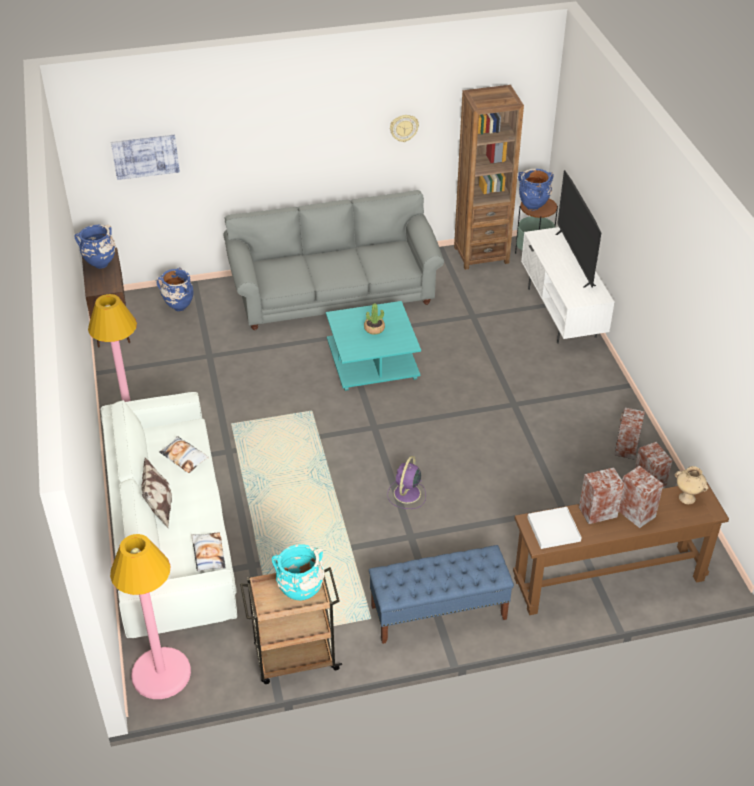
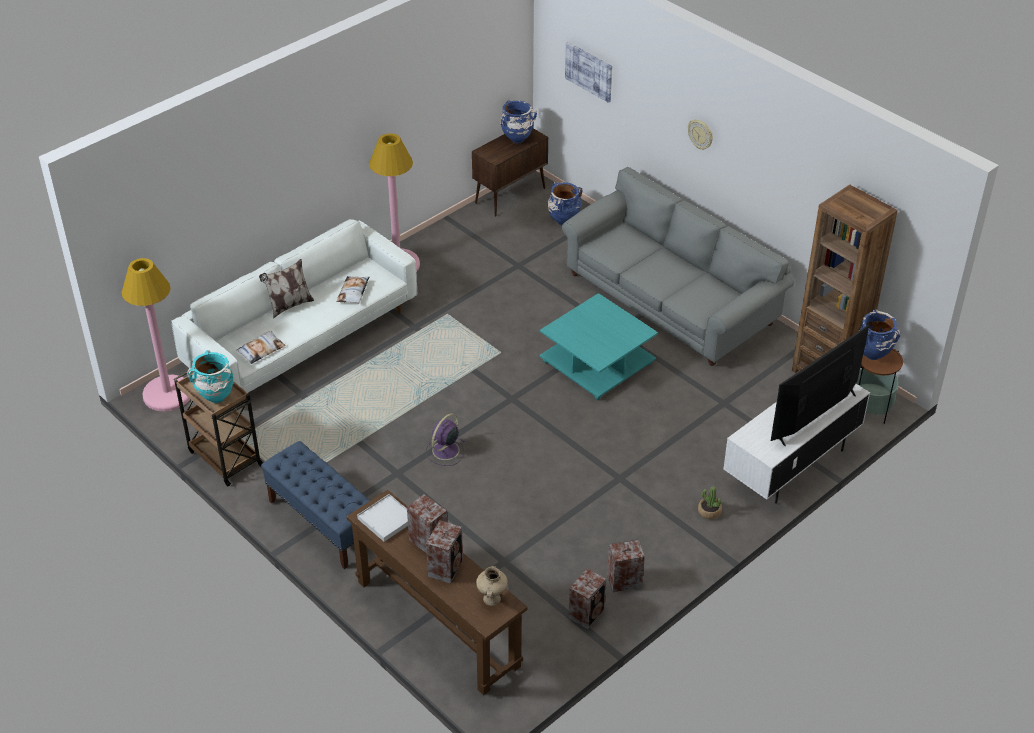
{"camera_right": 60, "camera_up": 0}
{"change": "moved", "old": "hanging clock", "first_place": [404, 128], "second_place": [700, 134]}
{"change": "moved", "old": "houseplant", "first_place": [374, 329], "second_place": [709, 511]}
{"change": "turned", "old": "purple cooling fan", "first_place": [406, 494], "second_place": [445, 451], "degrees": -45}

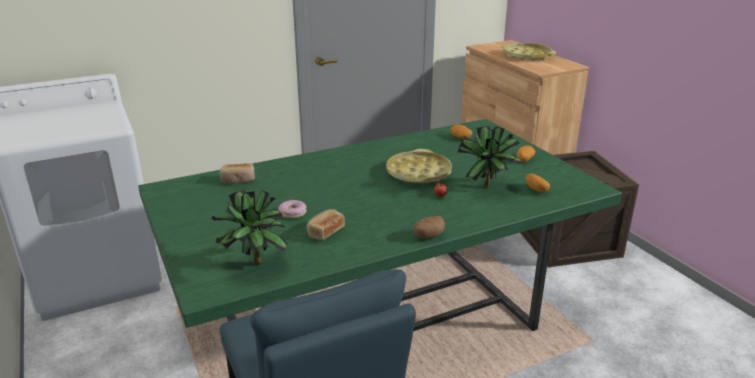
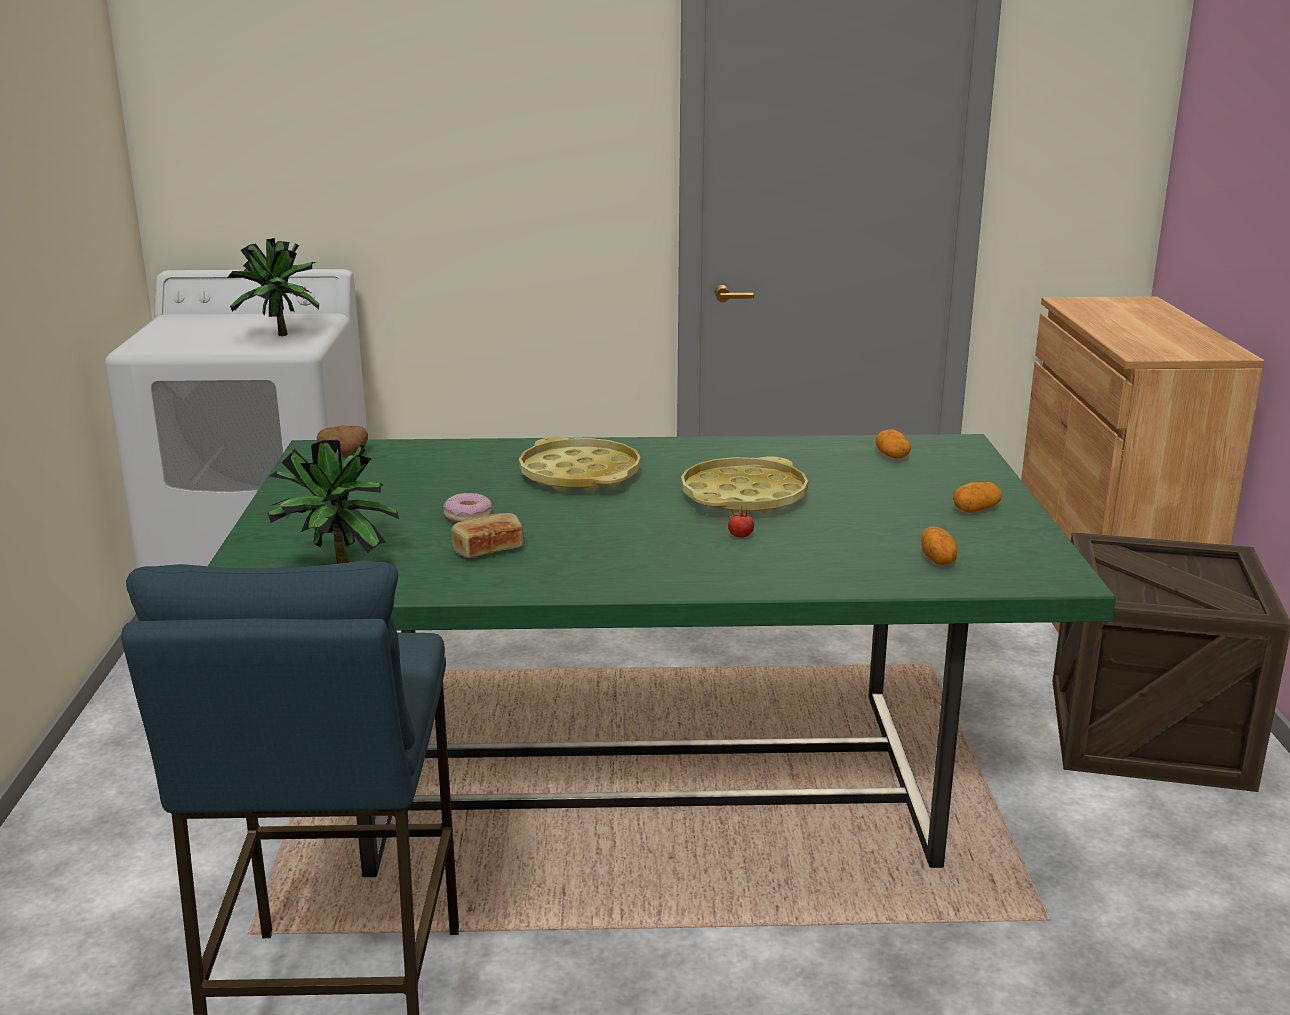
{"camera_right": 25, "camera_up": -5}
{"change": "moved", "old": "yellowish carrying tray", "first_place": [527, 56], "second_place": [580, 475]}
{"change": "moved", "old": "houseplant", "first_place": [488, 189], "second_place": [280, 336]}
{"change": "removed", "old": "baked bread", "first_place": [238, 180]}
{"change": "moved", "old": "whole potato", "first_place": [428, 236], "second_place": [343, 454]}

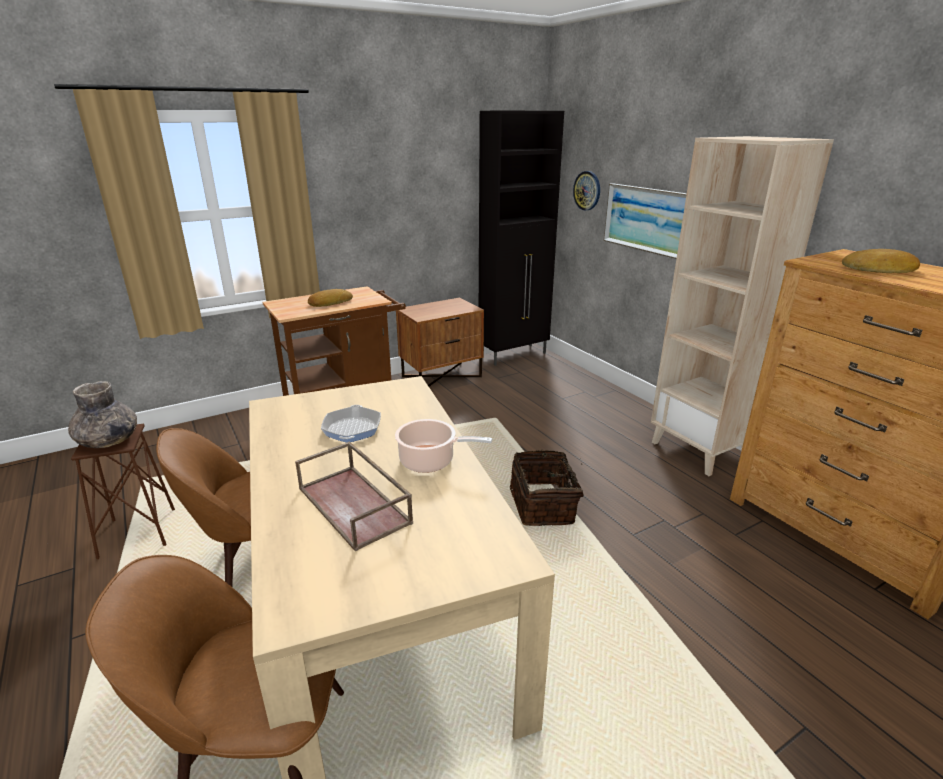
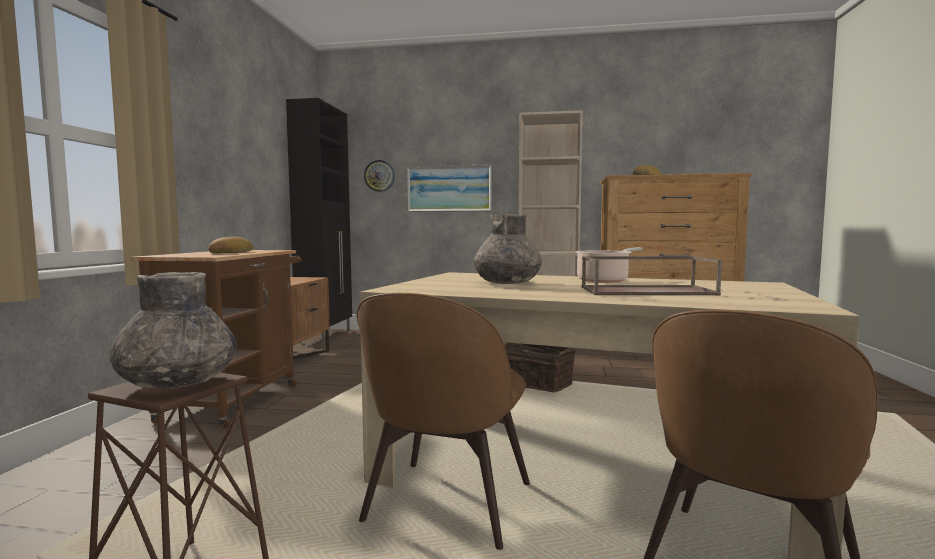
{"camera_right": -50, "camera_up": -20}
{"change": "replaced", "old": "pan", "new": "grey flower vase", "first_place": [352, 429], "second_place": [508, 283]}

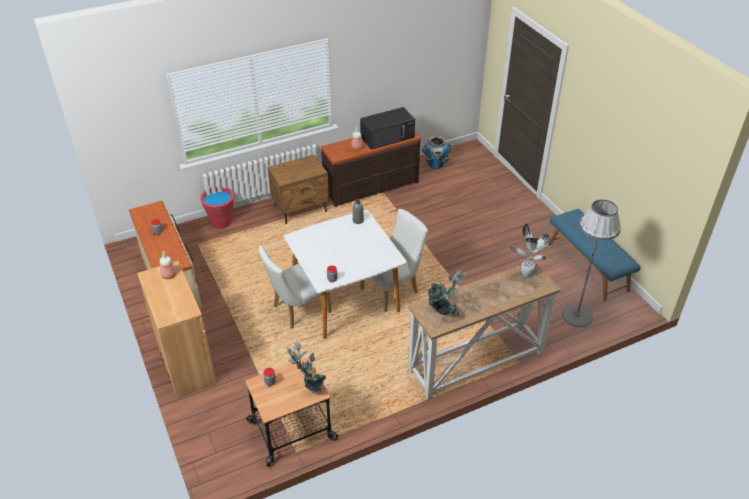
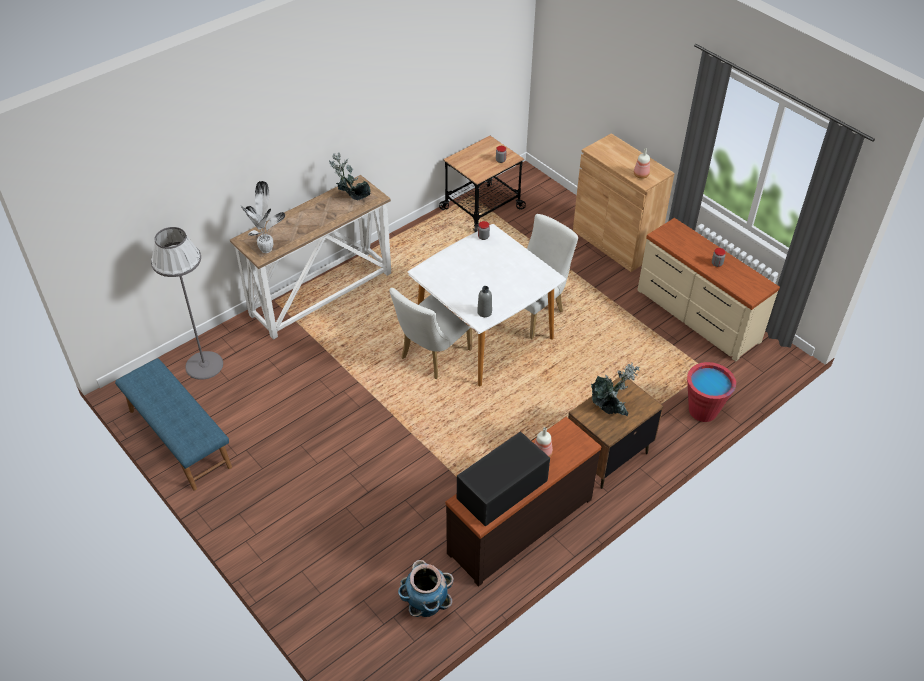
{"camera_right": 165, "camera_up": 5}
{"change": "moved", "old": "houseplant", "first_place": [309, 384], "second_place": [610, 408]}

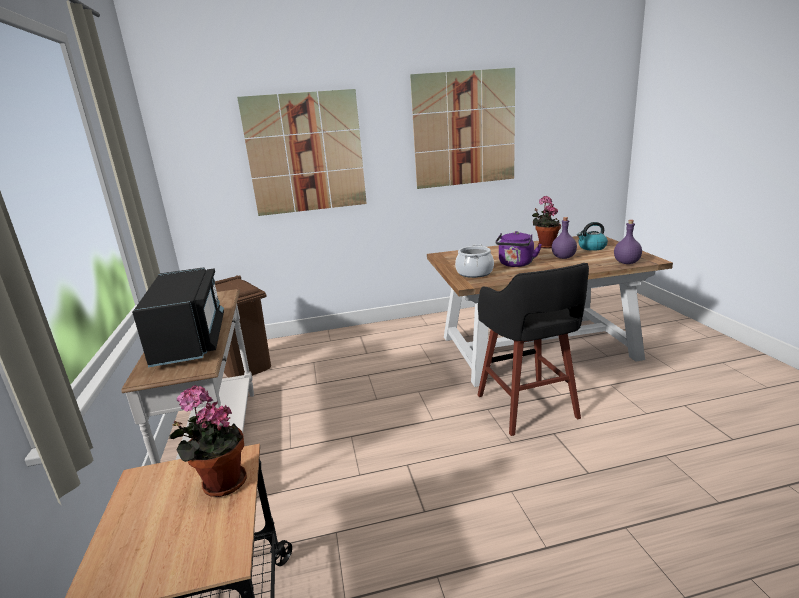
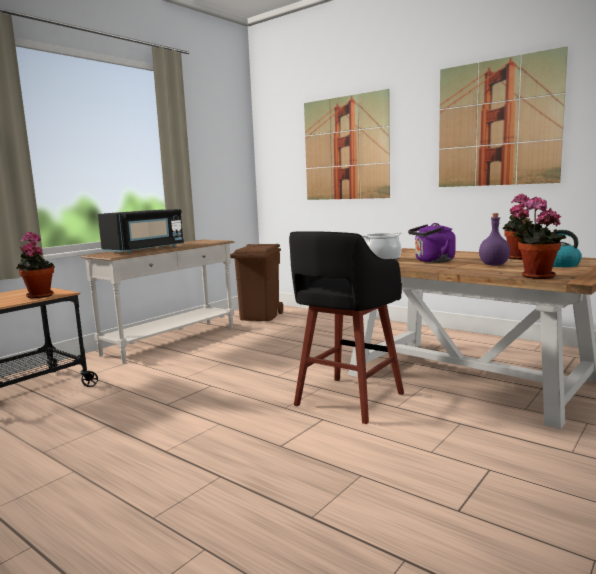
{"camera_right": 50, "camera_up": -10}
{"change": "replaced", "old": "purple drink bottle", "new": "houseplant", "first_place": [626, 263], "second_place": [535, 277]}

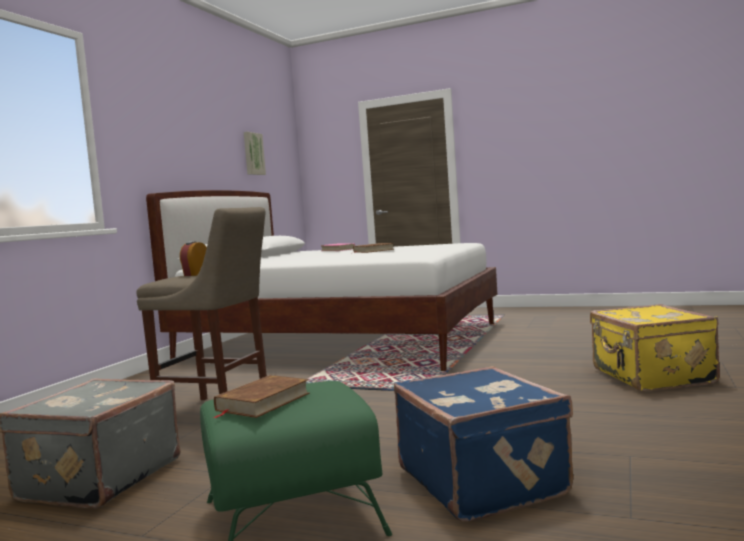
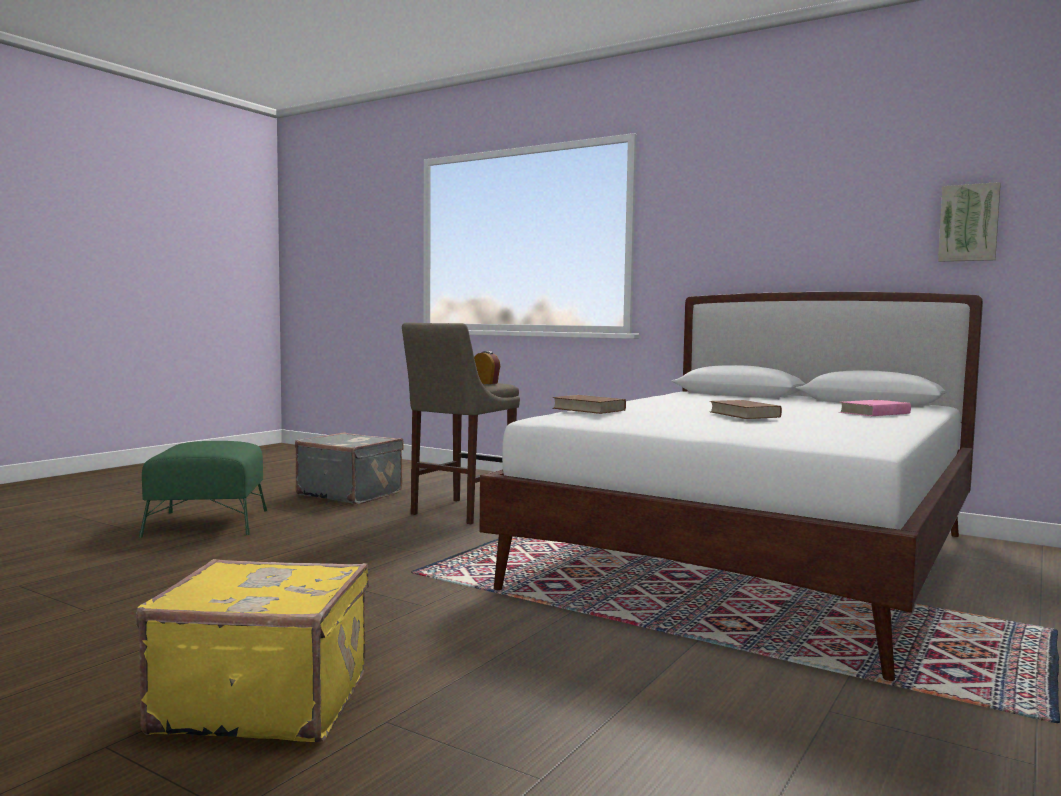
{"camera_right": 100, "camera_up": 0}
{"change": "removed", "old": "blue-coloured suitcase", "first_place": [483, 481]}
{"change": "moved", "old": "brownish book", "first_place": [262, 402], "second_place": [588, 409]}

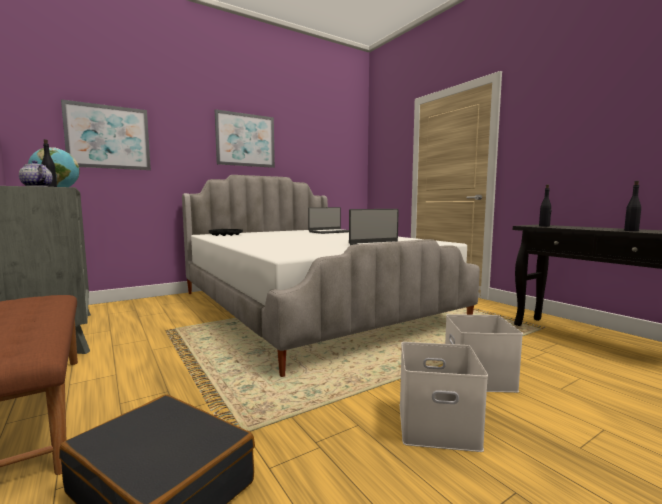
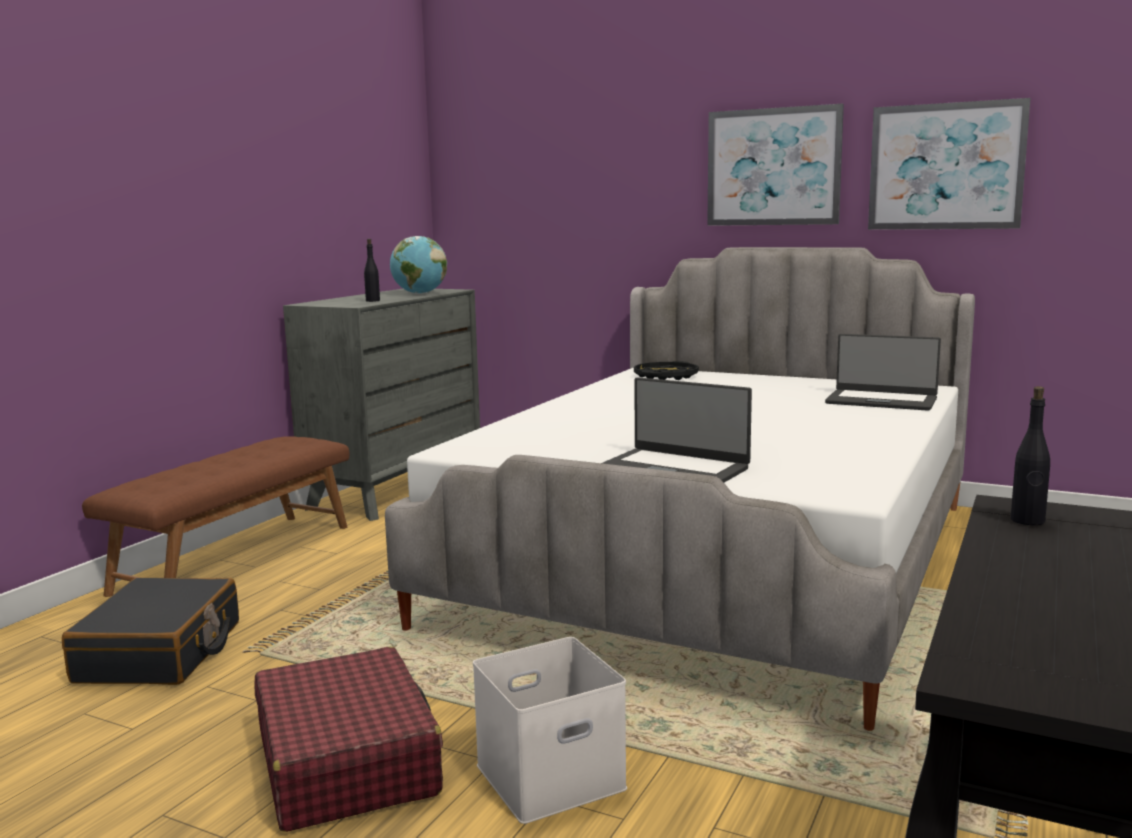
{"camera_right": 60, "camera_up": 5}
{"change": "moved", "old": "picture", "first_place": [108, 137], "second_place": [946, 166]}
{"change": "removed", "old": "tea pot", "first_place": [36, 186]}
{"change": "removed", "old": "black-coloured drink bottle", "first_place": [631, 230]}
{"change": "replaced", "old": "whitish storage bin", "new": "reddish suitcase", "first_place": [435, 426], "second_place": [347, 762]}

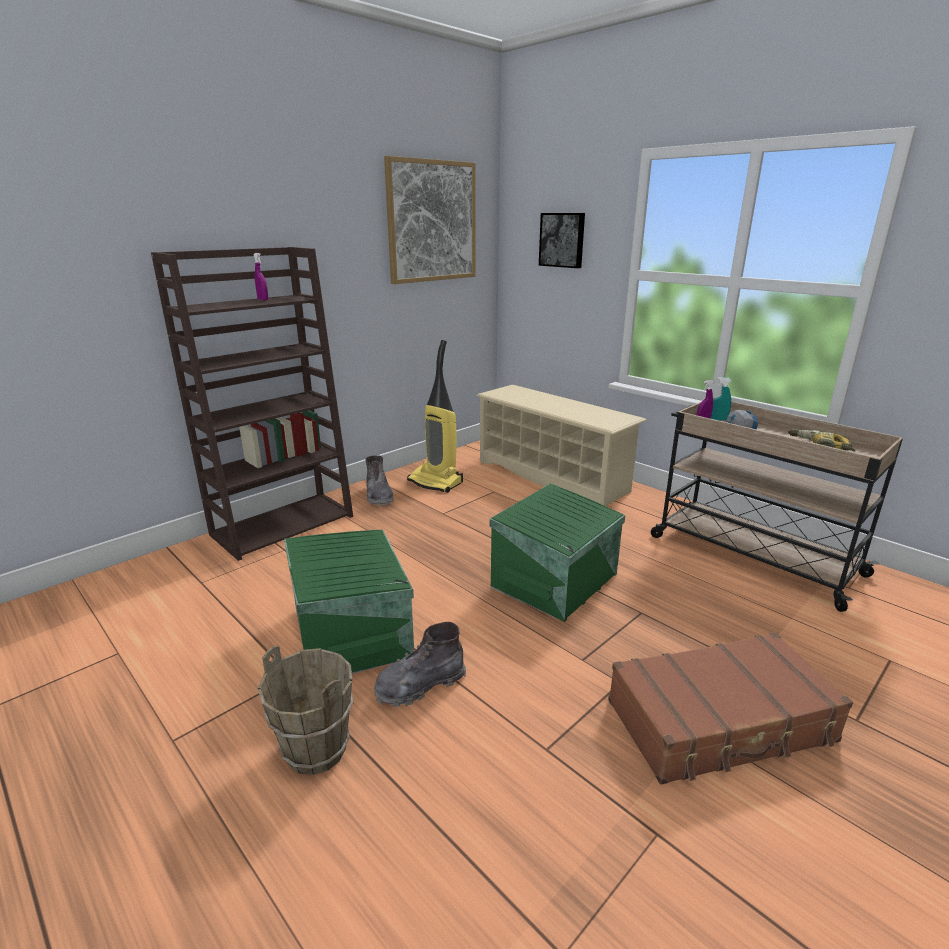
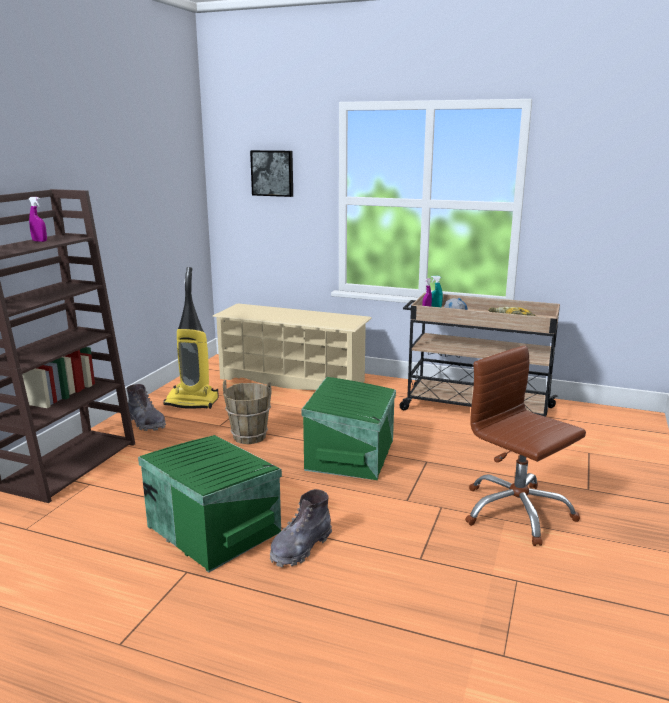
{"camera_right": -25, "camera_up": -5}
{"change": "removed", "old": "picture", "first_place": [432, 222]}
{"change": "replaced", "old": "brownish suitcase", "new": "brownish desk chair", "first_place": [721, 722], "second_place": [516, 512]}
{"change": "moved", "old": "brownish bucket", "first_place": [317, 749], "second_place": [249, 436]}

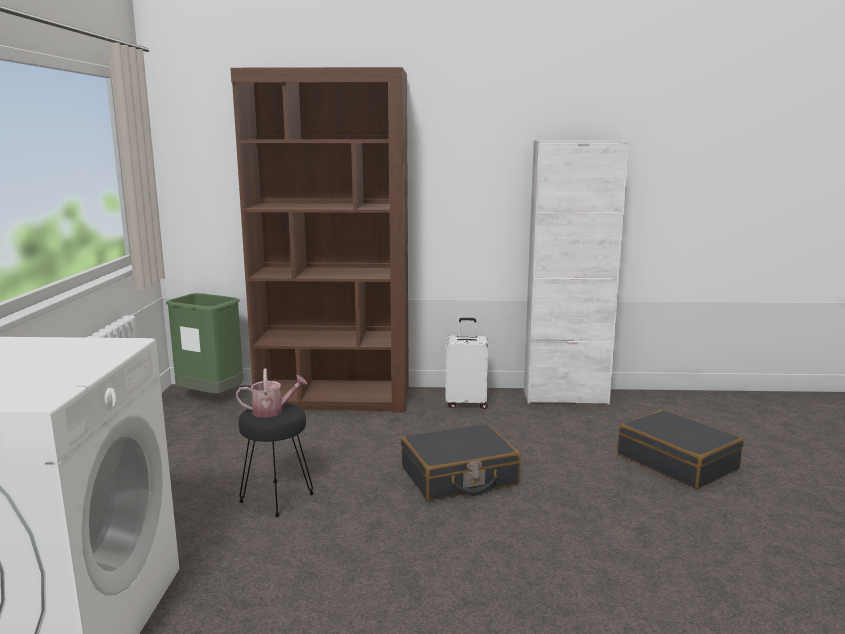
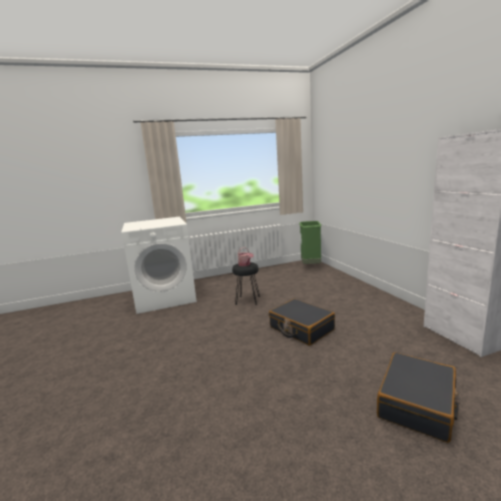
{"camera_right": 70, "camera_up": 0}
{"change": "removed", "old": "brownish shelving unit", "first_place": [334, 399]}
{"change": "removed", "old": "whitish suitcase", "first_place": [466, 403]}

